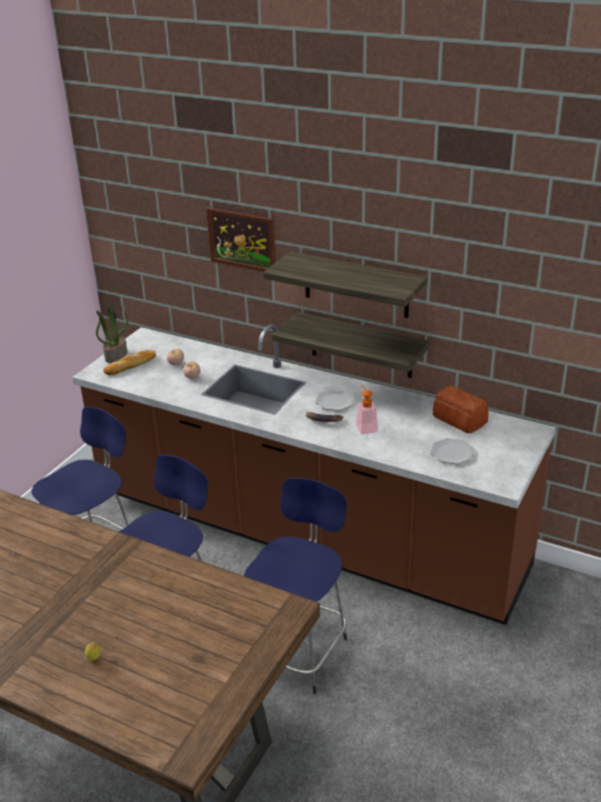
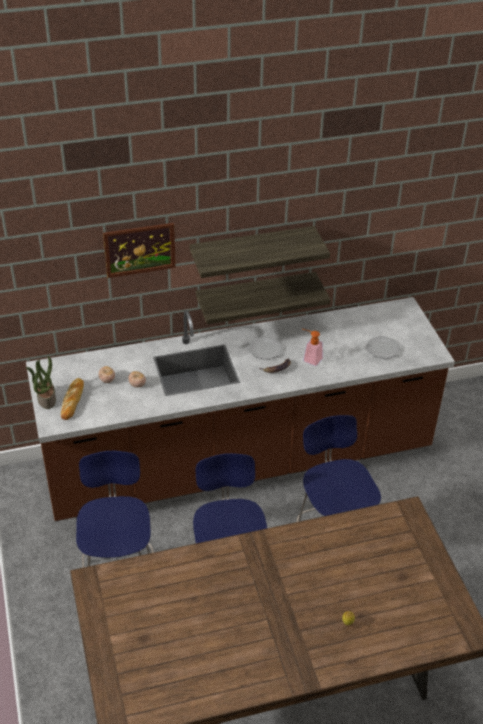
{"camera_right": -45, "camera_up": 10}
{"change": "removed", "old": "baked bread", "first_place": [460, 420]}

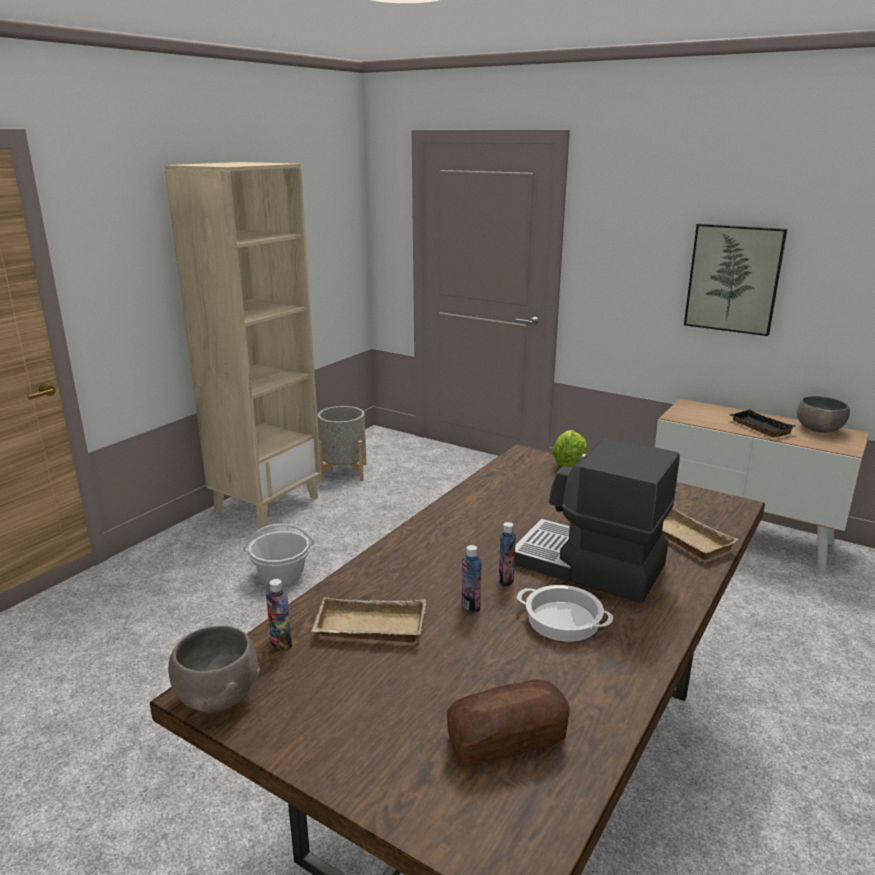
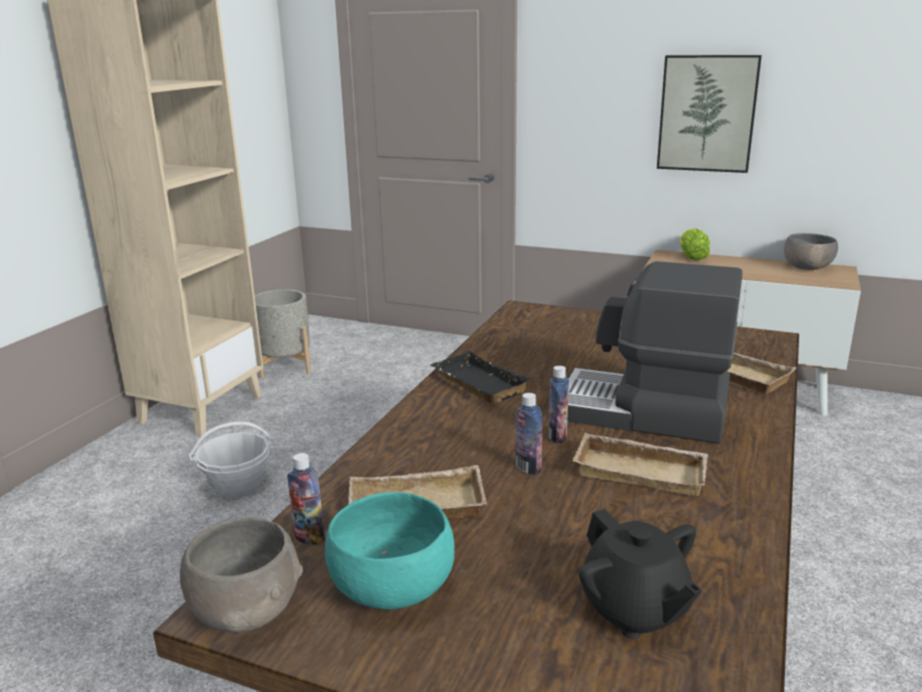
{"camera_right": -10, "camera_up": 0}
{"change": "moved", "old": "black-coloured carrying tray", "first_place": [758, 427], "second_place": [476, 384]}
{"change": "moved", "old": "head of lettuce", "first_place": [569, 464], "second_place": [691, 257]}
{"change": "replaced", "old": "stockpot", "new": "beige-coloured carrying tray", "first_place": [564, 620], "second_place": [642, 471]}
{"change": "replaced", "old": "baked bread", "new": "black-coloured tea pot", "first_place": [507, 739], "second_place": [634, 610]}
{"change": "added", "new": "blue-green serving bowl", "second_place": [393, 588]}

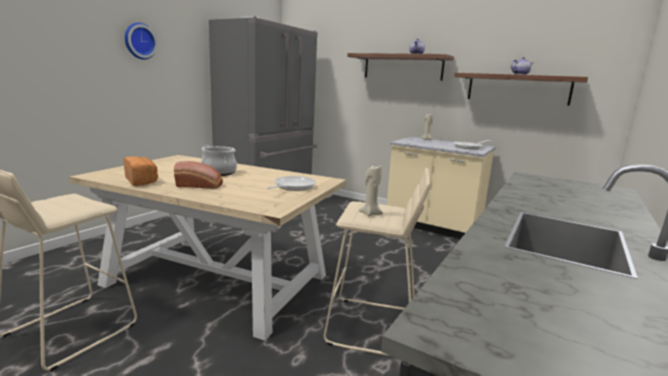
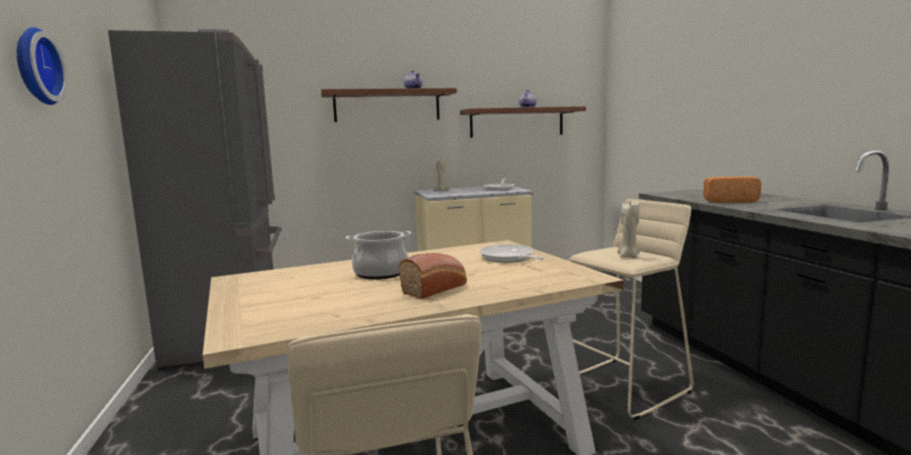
{"camera_right": -45, "camera_up": -5}
{"change": "moved", "old": "baked bread", "first_place": [142, 181], "second_place": [728, 201]}

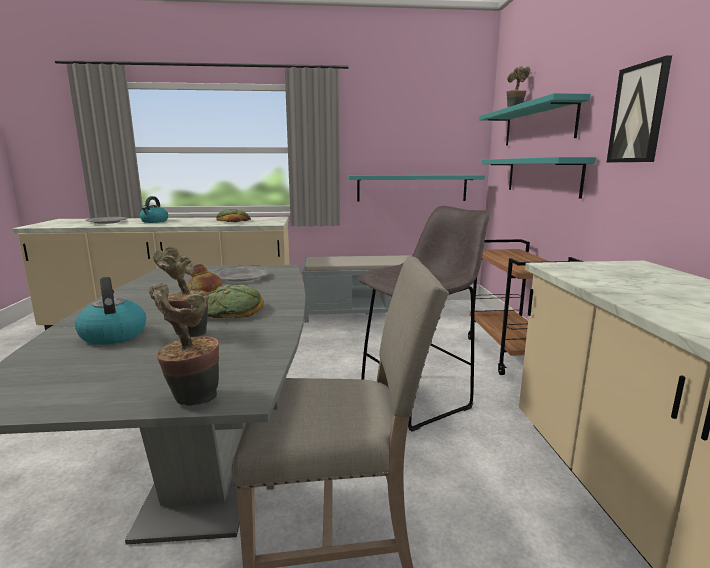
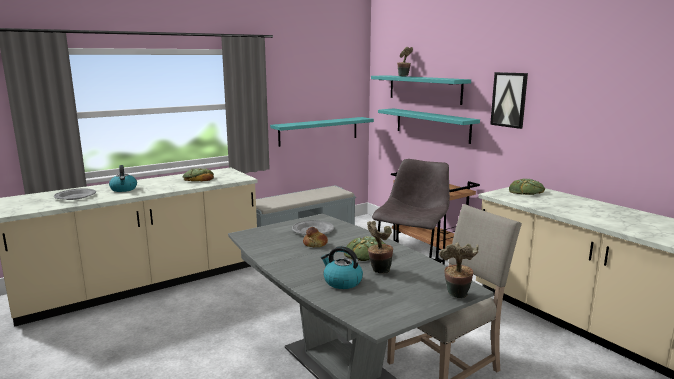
{"camera_right": -30, "camera_up": 0}
{"change": "added", "new": "baked bread", "second_place": [526, 191]}

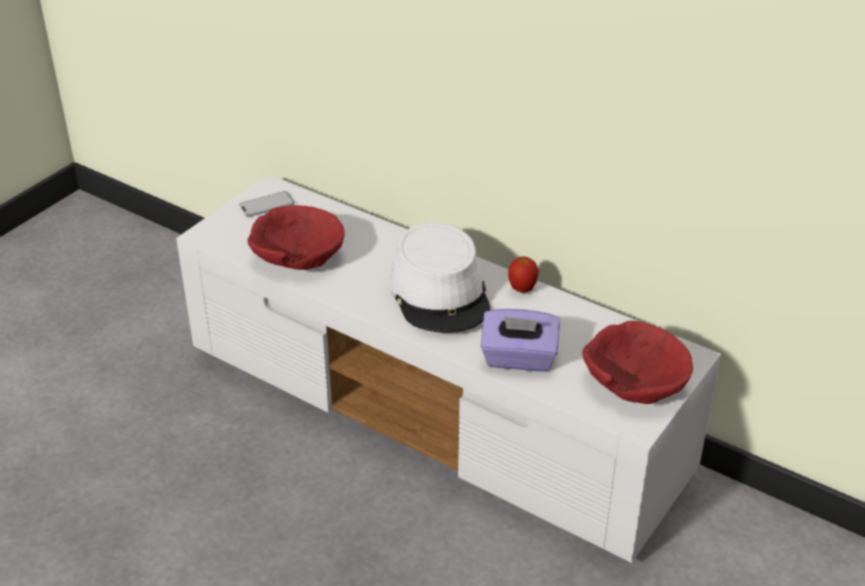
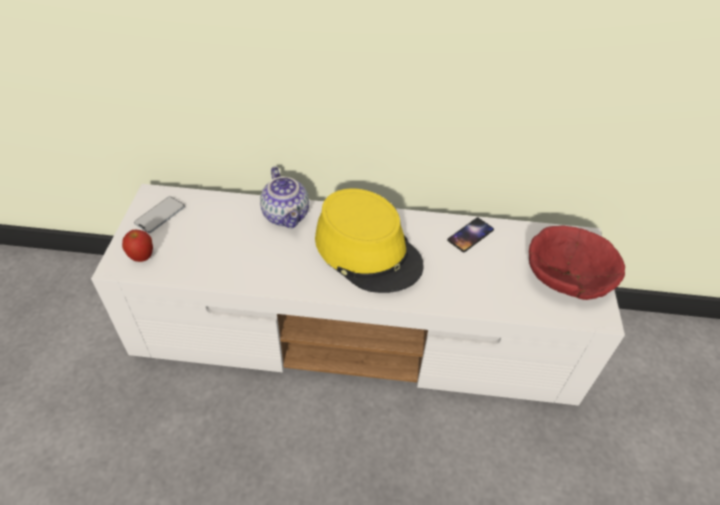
{"camera_right": -30, "camera_up": 10}
{"change": "removed", "old": "reddish serving bowl", "first_place": [296, 256]}
{"change": "recoloured", "old": "whitish wearable hat", "new": "yellowish wearable hat", "first_place": [441, 294], "second_place": [368, 251]}
{"change": "moved", "old": "whole apple", "first_place": [522, 289], "second_place": [142, 257]}
{"change": "removed", "old": "purple tissue box", "first_place": [518, 359]}
{"change": "added", "new": "tea pot", "second_place": [287, 215]}
{"change": "added", "new": "telephone", "second_place": [470, 235]}

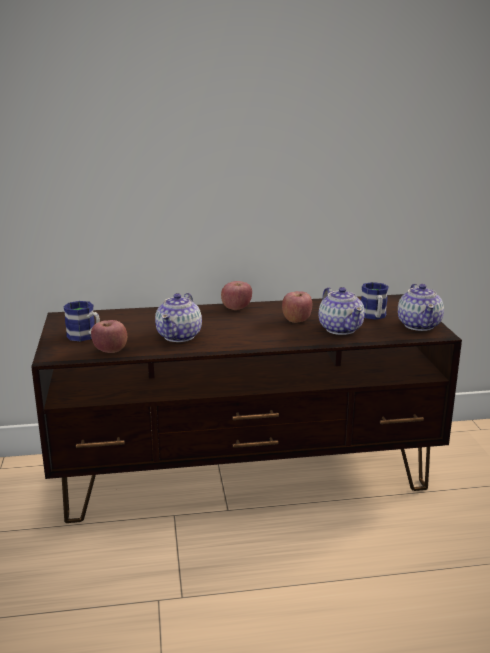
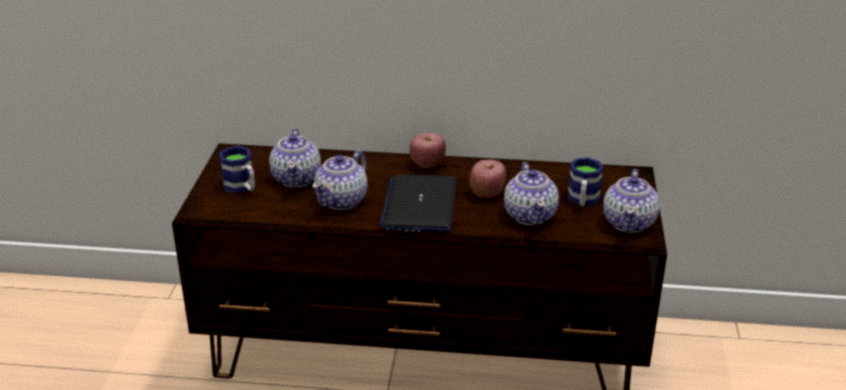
{"camera_right": 15, "camera_up": 10}
{"change": "removed", "old": "whole apple", "first_place": [110, 351]}
{"change": "added", "new": "tea pot", "second_place": [297, 178]}
{"change": "added", "new": "notebook computer", "second_place": [419, 205]}

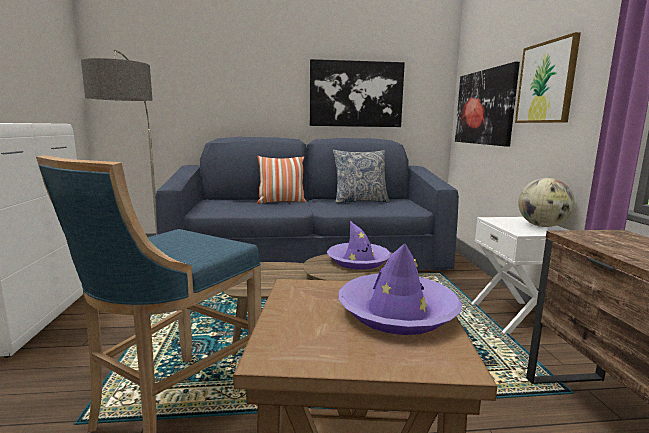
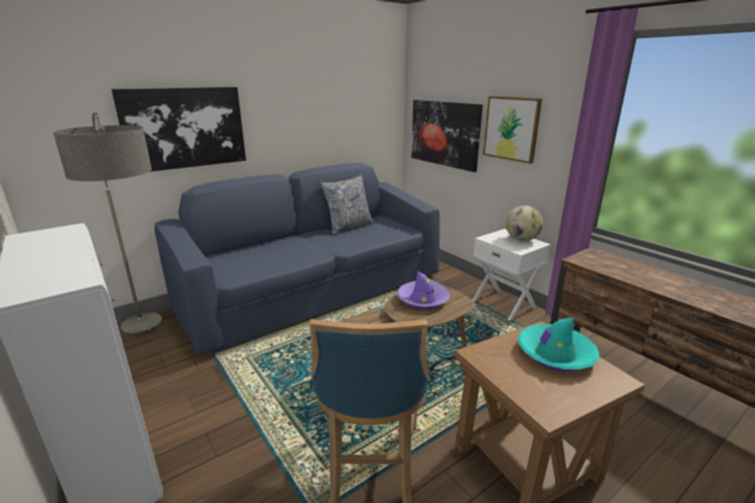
{"camera_right": -30, "camera_up": 10}
{"change": "moved", "old": "picture", "first_place": [356, 94], "second_place": [185, 128]}
{"change": "removed", "old": "throw pillow", "first_place": [281, 202]}
{"change": "recoloured", "old": "purple wearable hat", "new": "blue-green wearable hat", "first_place": [397, 313], "second_place": [555, 354]}

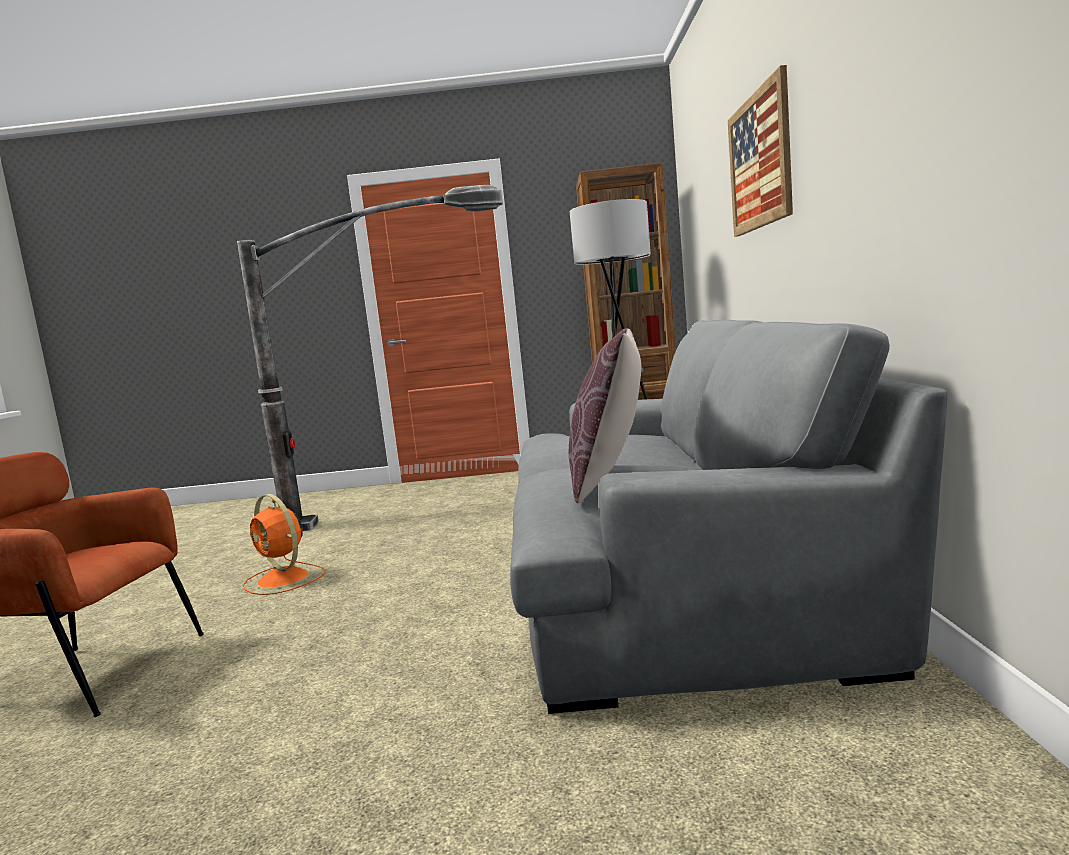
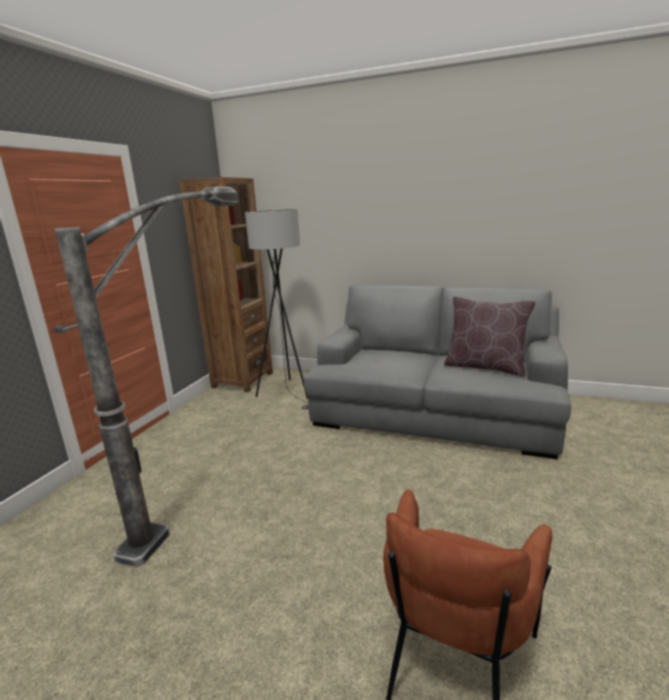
{"camera_right": -70, "camera_up": 10}
{"change": "removed", "old": "picture", "first_place": [759, 161]}
{"change": "removed", "old": "orange-coloured cooling fan", "first_place": [284, 579]}

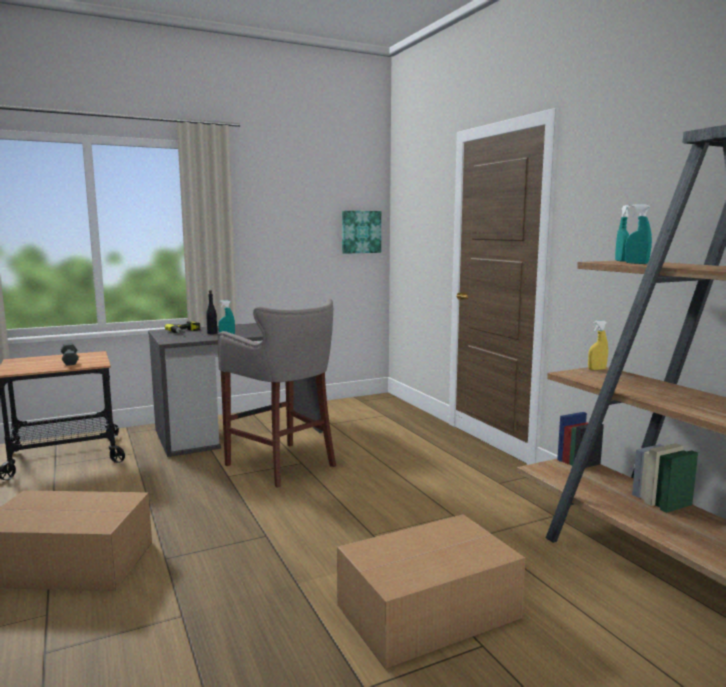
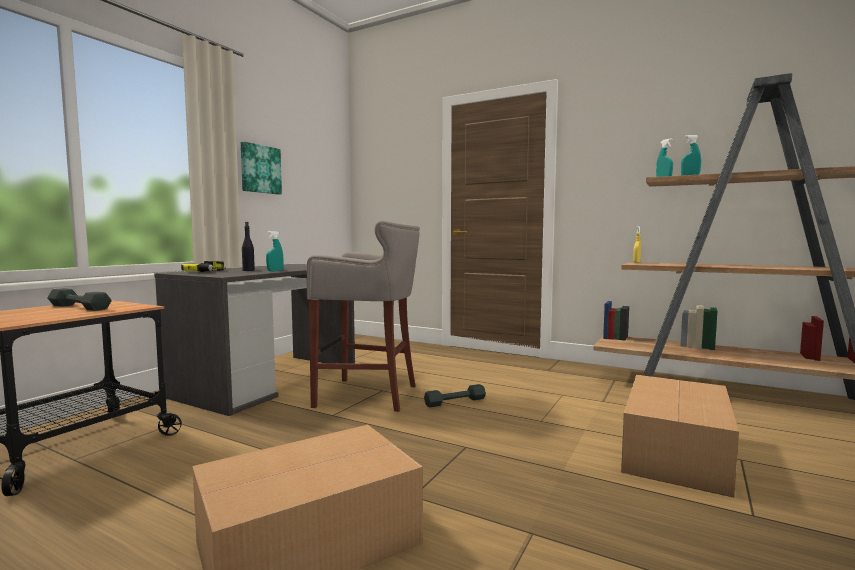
{"camera_right": -35, "camera_up": -5}
{"change": "moved", "old": "picture", "first_place": [360, 232], "second_place": [260, 169]}
{"change": "added", "new": "grey free weight", "second_place": [455, 401]}

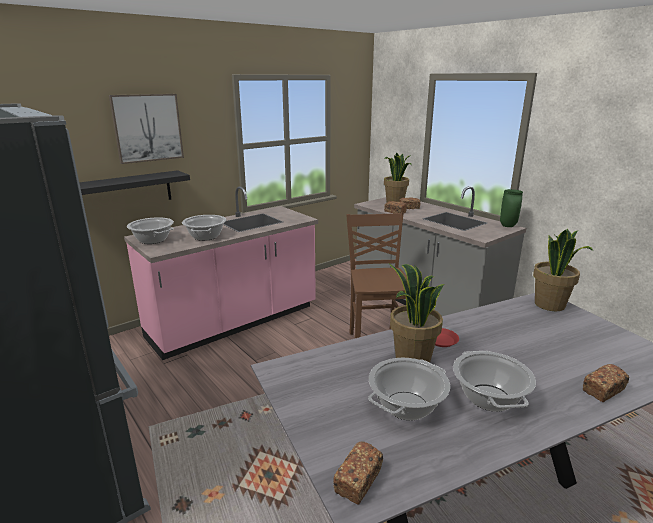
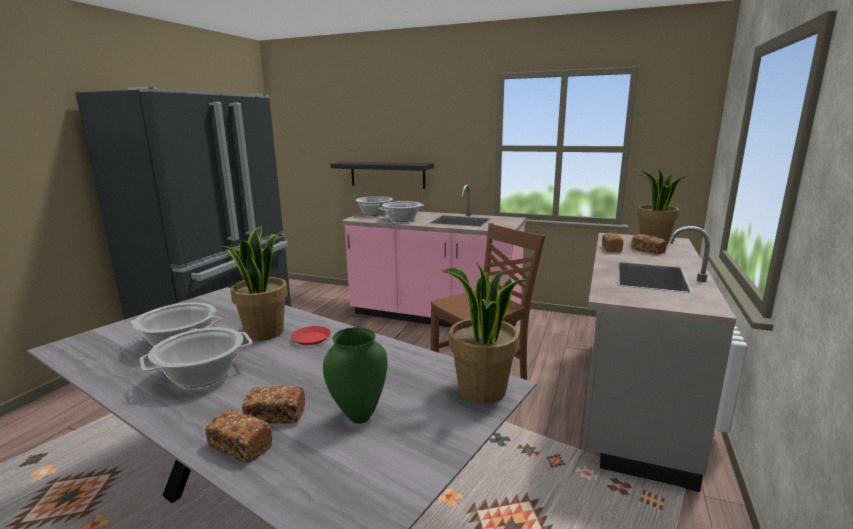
{"camera_right": 60, "camera_up": -5}
{"change": "removed", "old": "picture", "first_place": [147, 128]}
{"change": "moved", "old": "green-coloured flower vase", "first_place": [507, 226], "second_place": [358, 415]}
{"change": "moved", "old": "baked bread", "first_place": [358, 481], "second_place": [275, 415]}

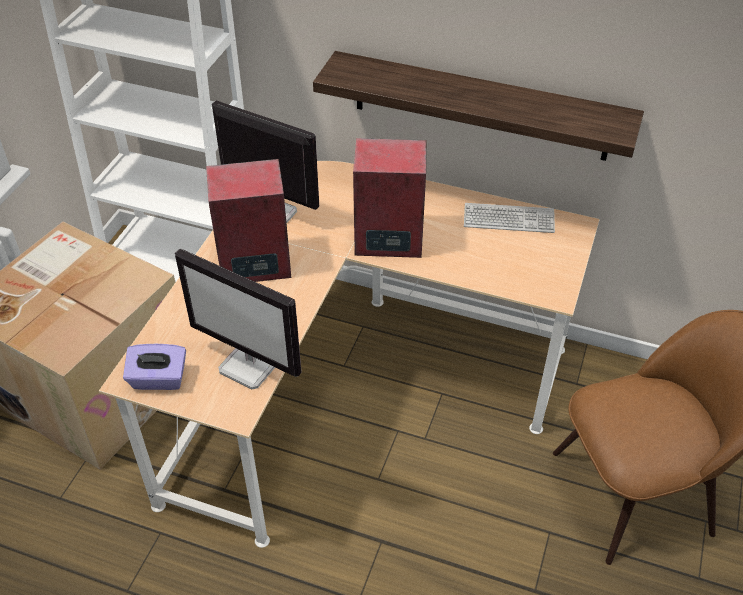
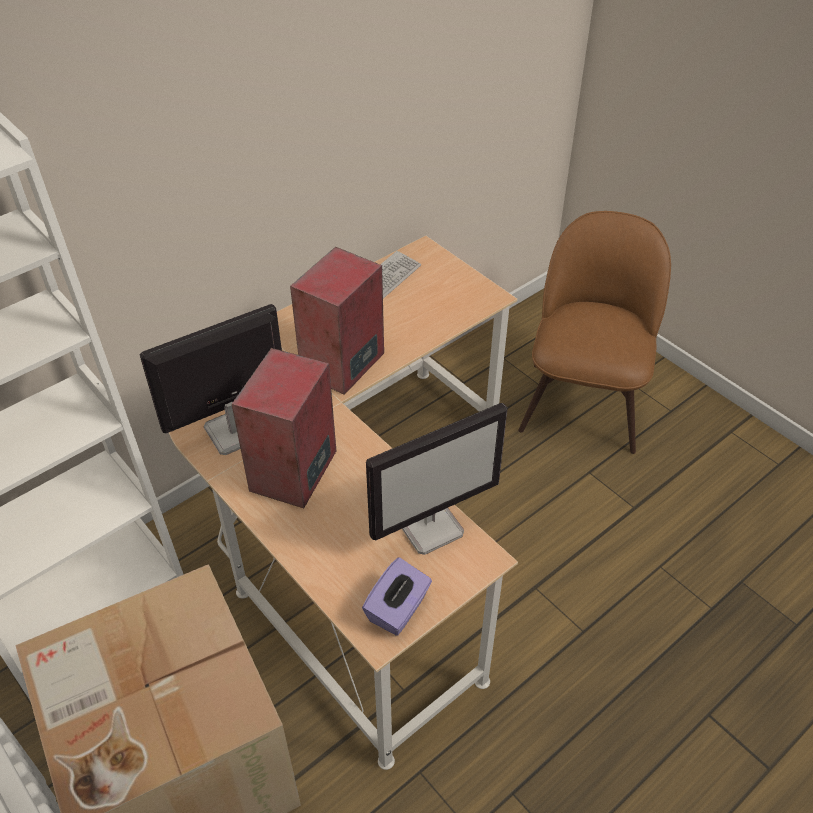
{"camera_right": -60, "camera_up": 0}
{"change": "removed", "old": "bracket shelf", "first_place": [480, 106]}

